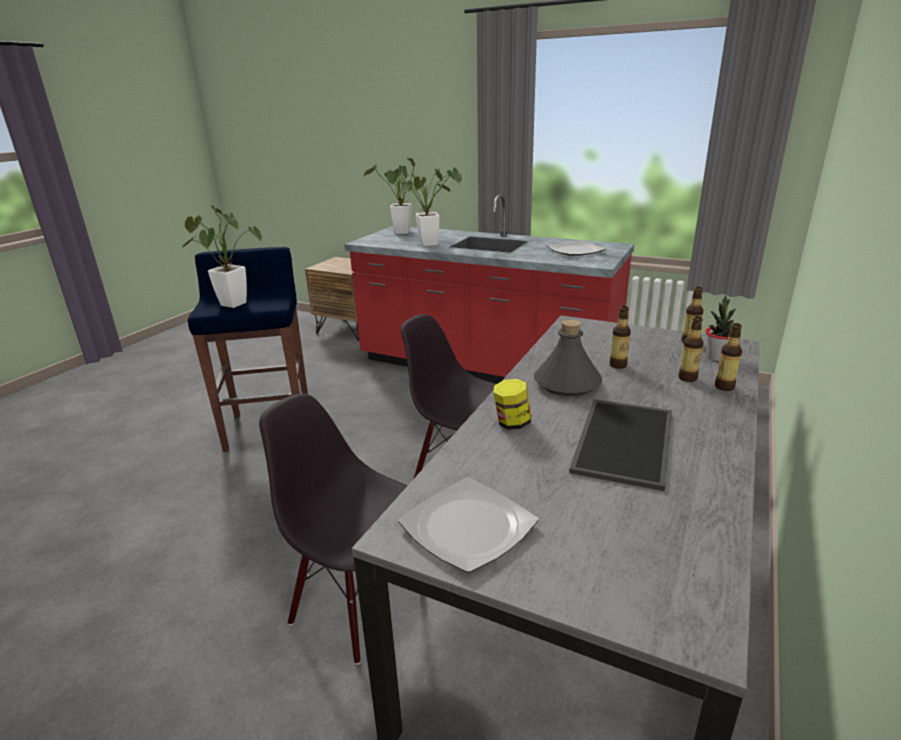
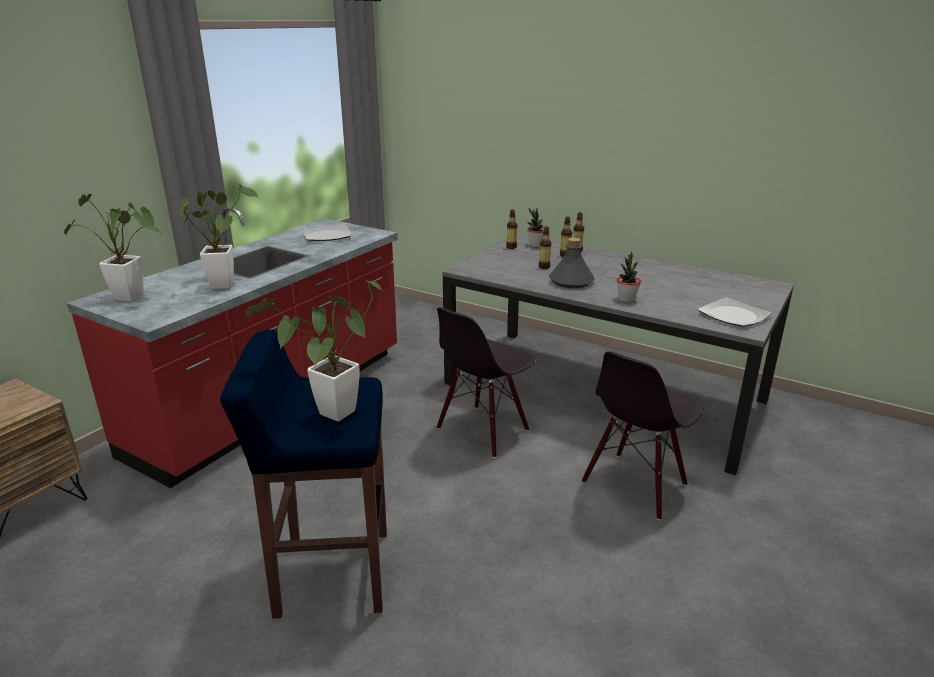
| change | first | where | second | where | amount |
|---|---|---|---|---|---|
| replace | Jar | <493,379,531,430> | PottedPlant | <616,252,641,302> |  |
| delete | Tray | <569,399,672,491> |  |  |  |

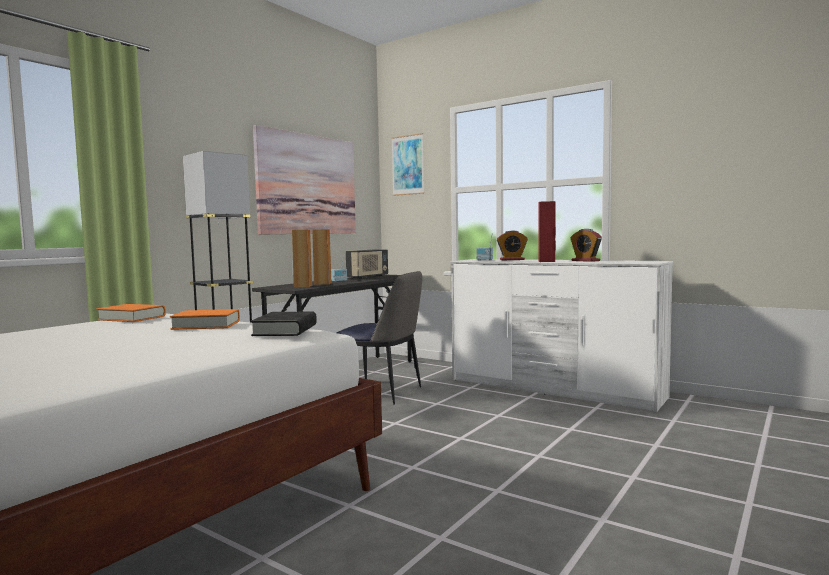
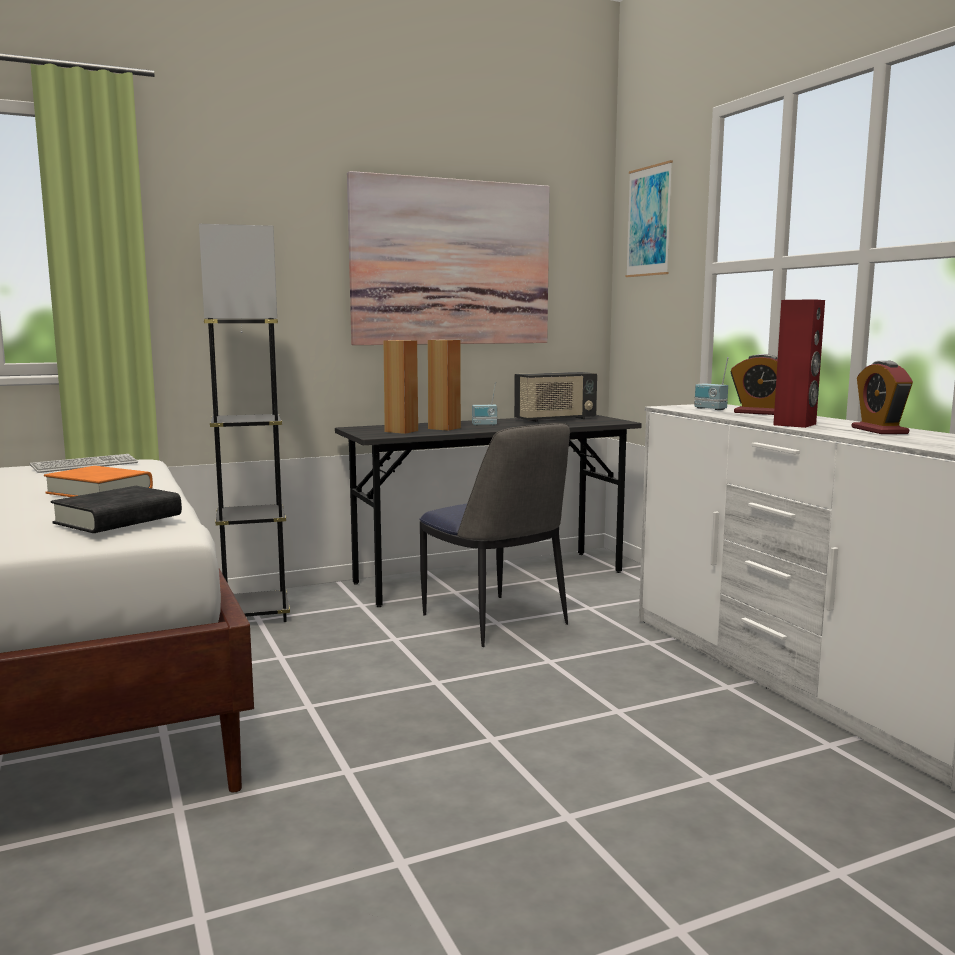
| change | first | where | second | where | amount |
|---|---|---|---|---|---|
| replace | OrangeBook | <97,304,166,322> | Keyboard | <30,454,138,473> |  |

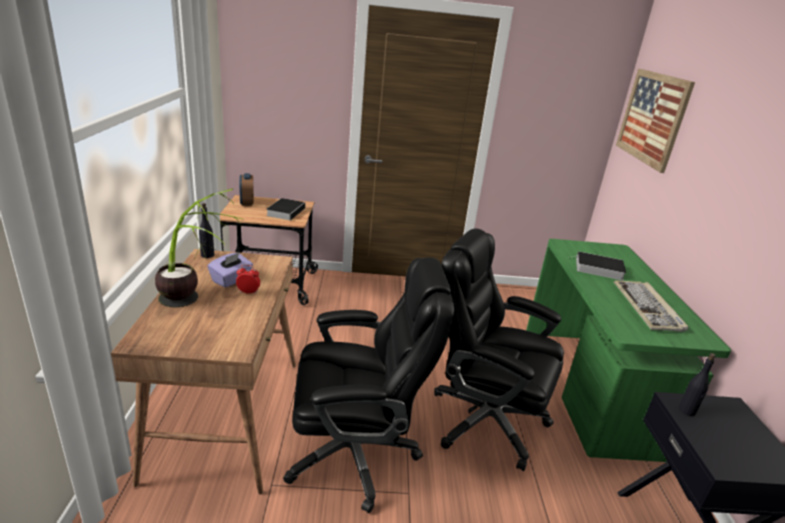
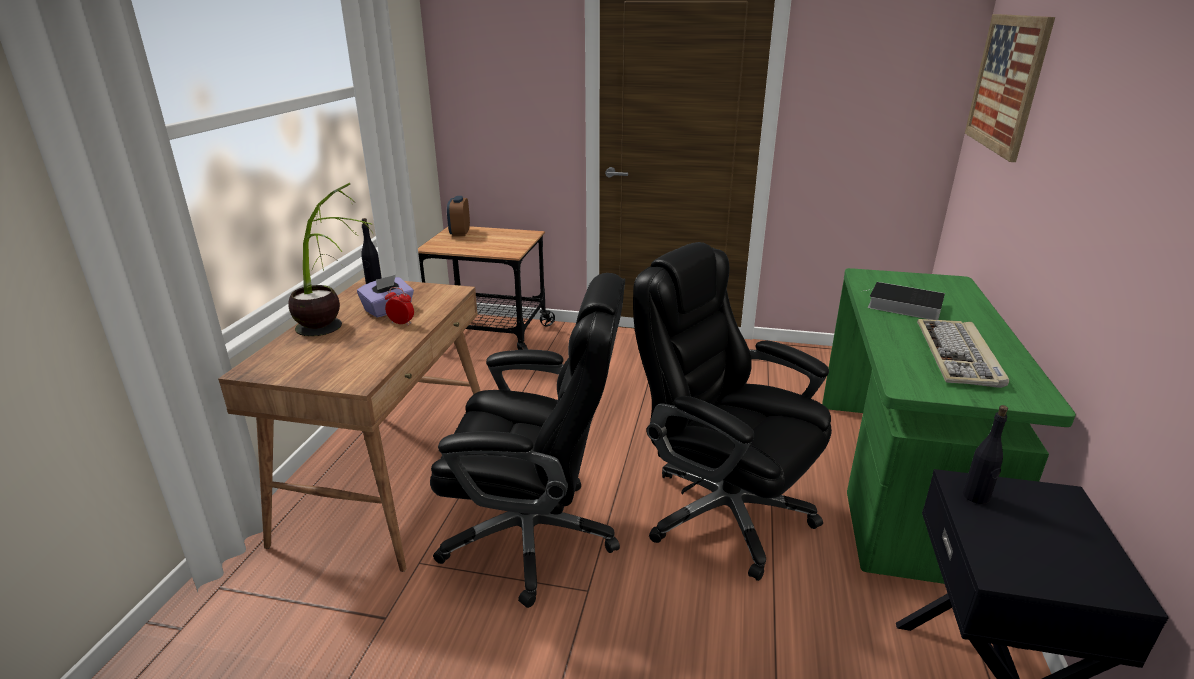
| change | first | where | second | where | amount |
|---|---|---|---|---|---|
| delete | Book | <266,198,305,220> |  |  |  |

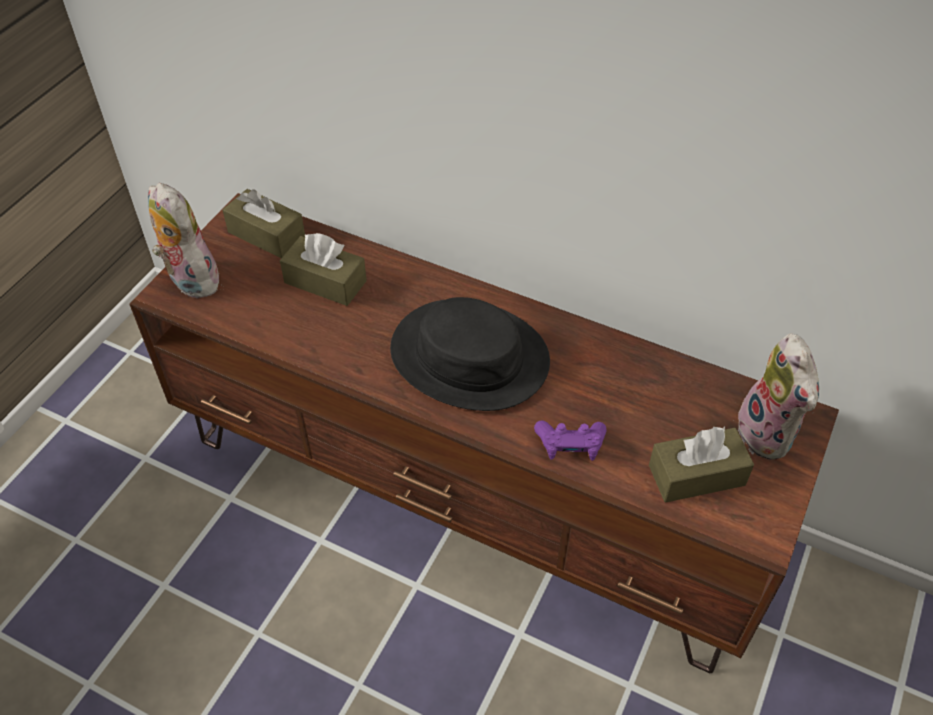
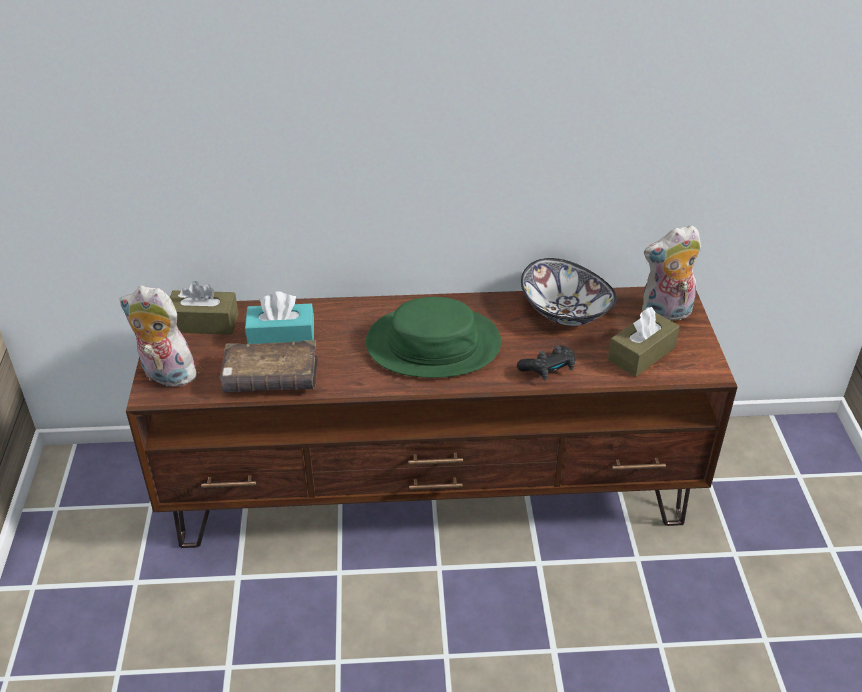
| change | first | where | second | where | amount |
|---|---|---|---|---|---|
| recolor | BrownTissueBox | <280,233,367,306> | TurquoiseTissueBox | <245,291,314,344> |  |
| recolor | BlackHat | <390,297,550,411> | GreenHat | <366,297,501,378> |  |
| rotate | PlushToy | <738,333,819,460> |  | <642,225,701,321> | 120 degrees clockwise |
| recolor | PurpleGameController | <534,420,607,461> | BlackGameController | <517,345,575,381> |  |
| insert |  |  | Bowl | <521,258,617,326> |  |
| insert |  |  | BrownBook | <220,340,318,393> |  |

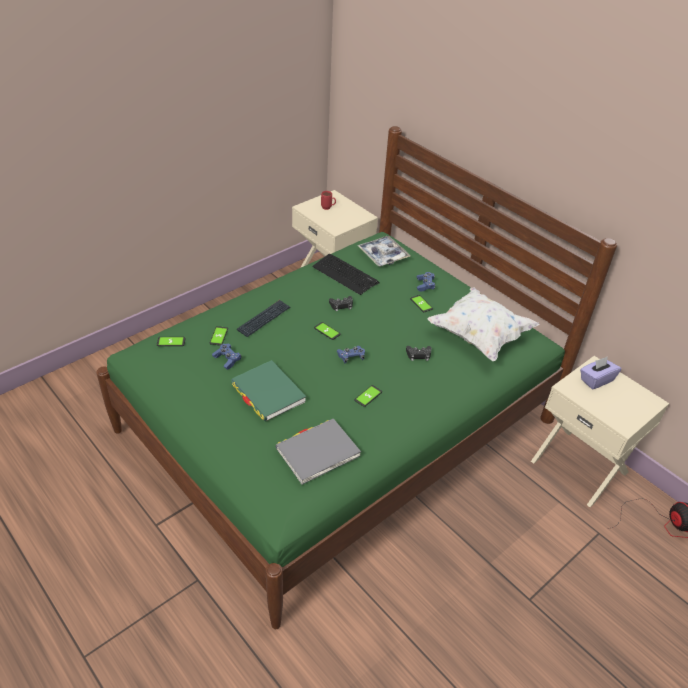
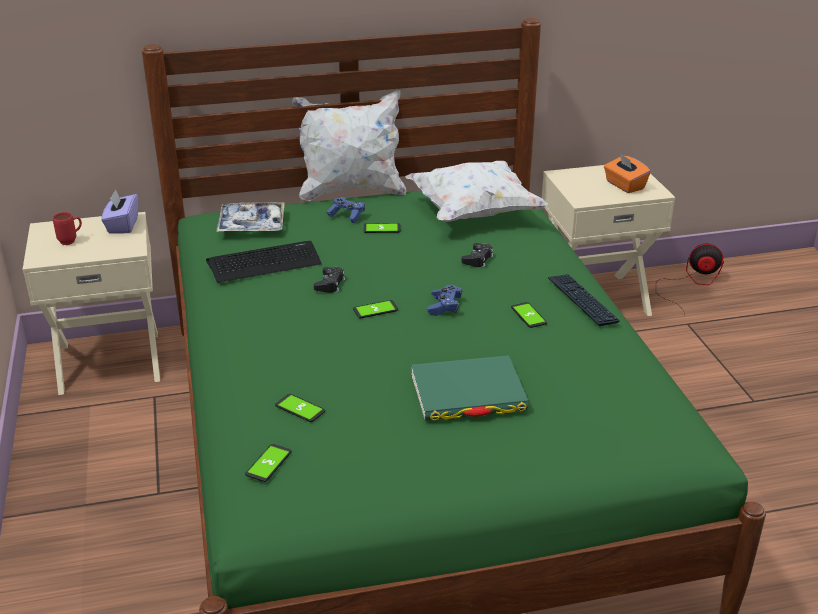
| change | first | where | second | where | amount |
|---|---|---|---|---|---|
| move | Keyboard | <237,300,290,337> |  | <548,274,620,326> |  |
| delete | BlueGameController | <212,343,242,370> |  |  |  |
| move | PurpleTissueBox | <580,356,621,389> |  | <101,189,138,234> |  |
| delete | GreyBook | <276,419,361,485> |  |  |  |
| insert |  |  | WhitePillow | <292,90,406,201> |  |
| insert |  |  | OrangeTissueBox | <604,154,651,193> |  |

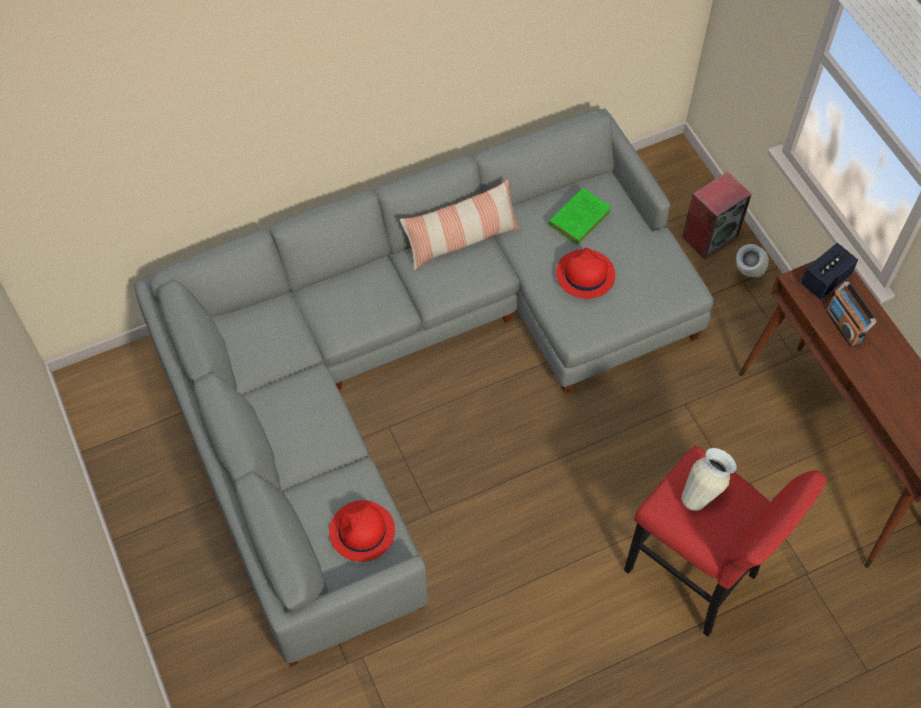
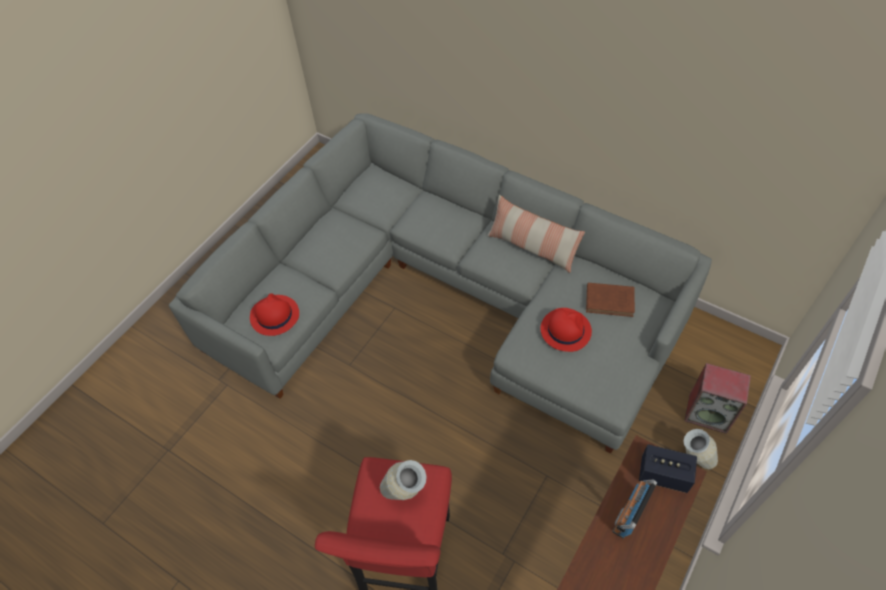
| change | first | where | second | where | amount |
|---|---|---|---|---|---|
| recolor | GreenBook | <548,188,612,245> | BrownBook | <586,283,635,317> |  |

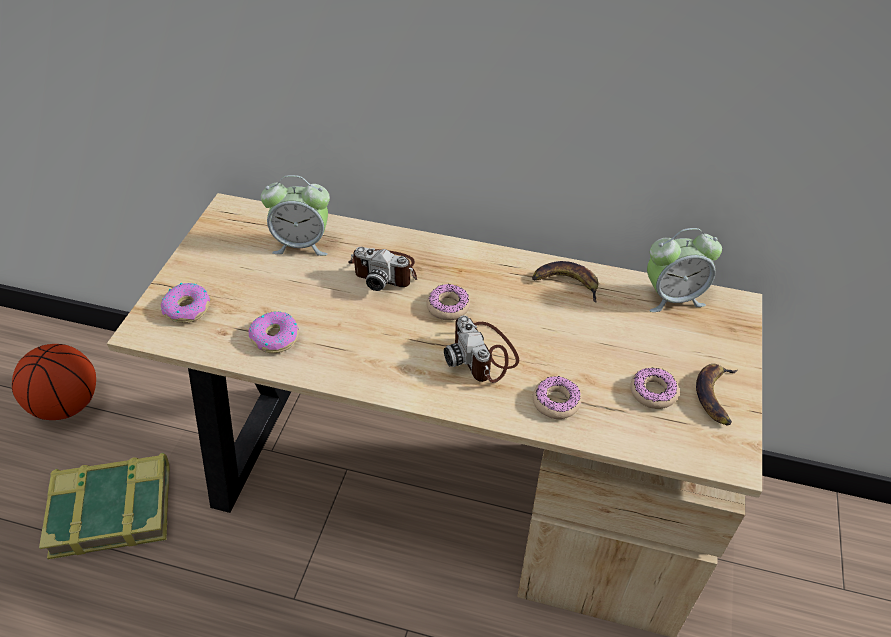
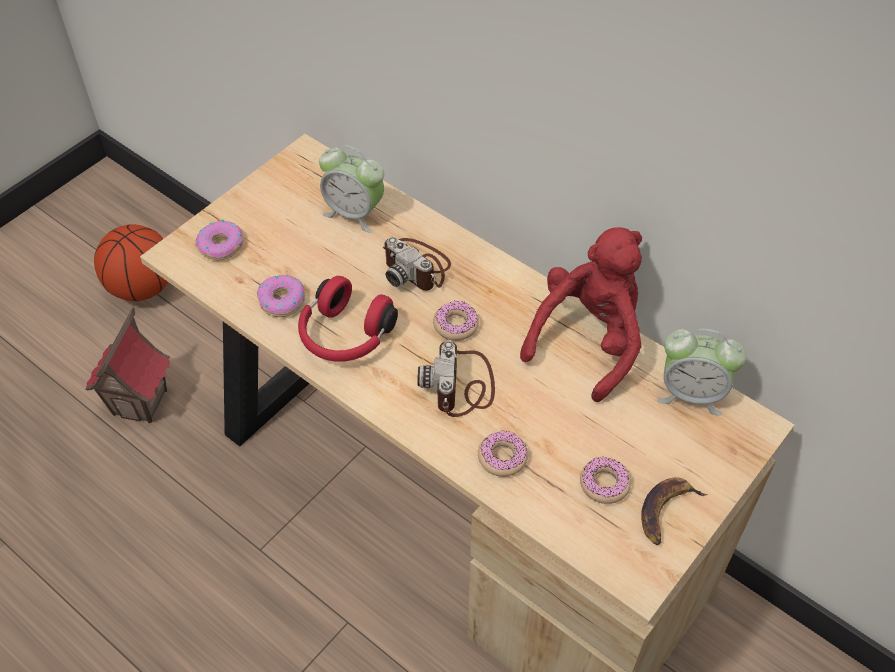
| change | first | where | second | where | amount |
|---|---|---|---|---|---|
| replace | Banana | <532,261,598,302> | RedPlushToy | <520,227,642,402> |  |
| replace | Book | <39,453,170,559> | ToyHouse | <85,307,170,423> |  |
| insert |  |  | RedHeadphones | <298,276,398,362> |  |

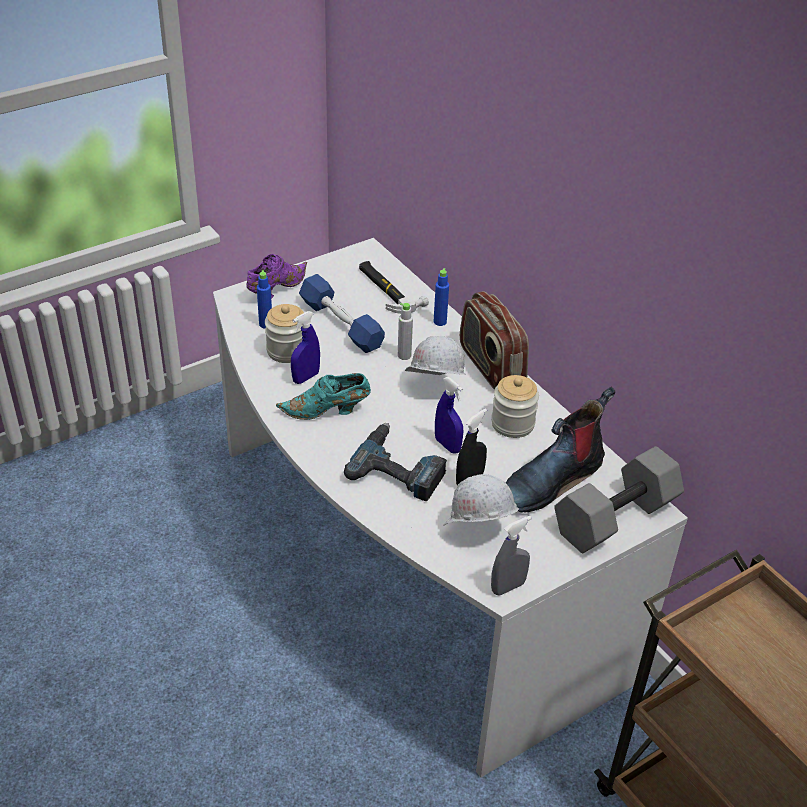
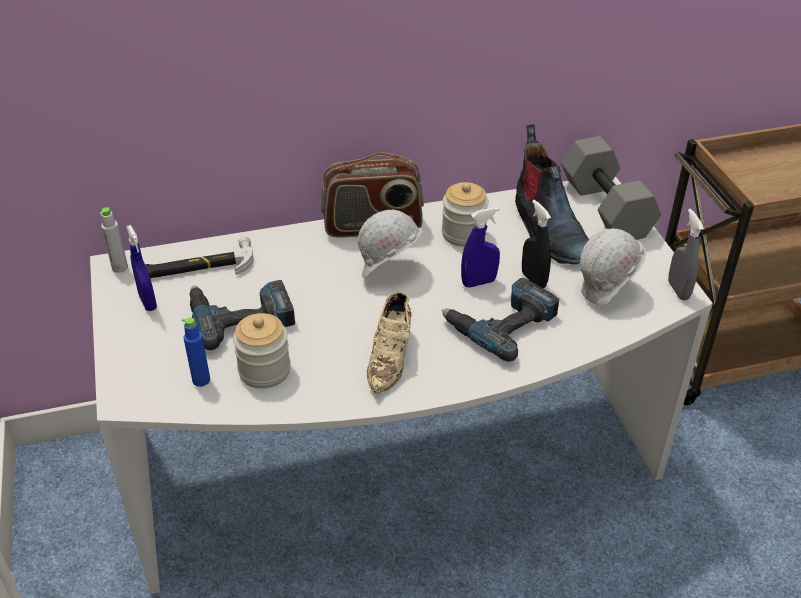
| change | first | where | second | where | amount |
|---|---|---|---|---|---|
| delete | PurpleShoe | <246,254,307,299> |  |  |  |
| delete | BlueBottle | <433,268,449,326> |  |  |  |
| replace | BlueDumbbell | <299,274,385,353> | PowerDrill | <190,280,295,350> |  |
| move | GreyBottle | <398,303,413,360> |  | <100,207,128,273> |  |
| move | BlueSprayBottle | <291,311,320,384> |  | <126,225,157,311> |  |
| recolor | TurquoiseShoe | <276,373,371,420> | BeigeShoe | <366,291,412,393> |  |

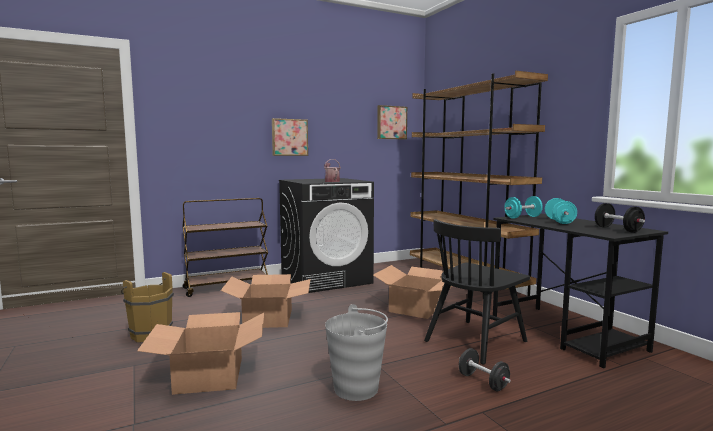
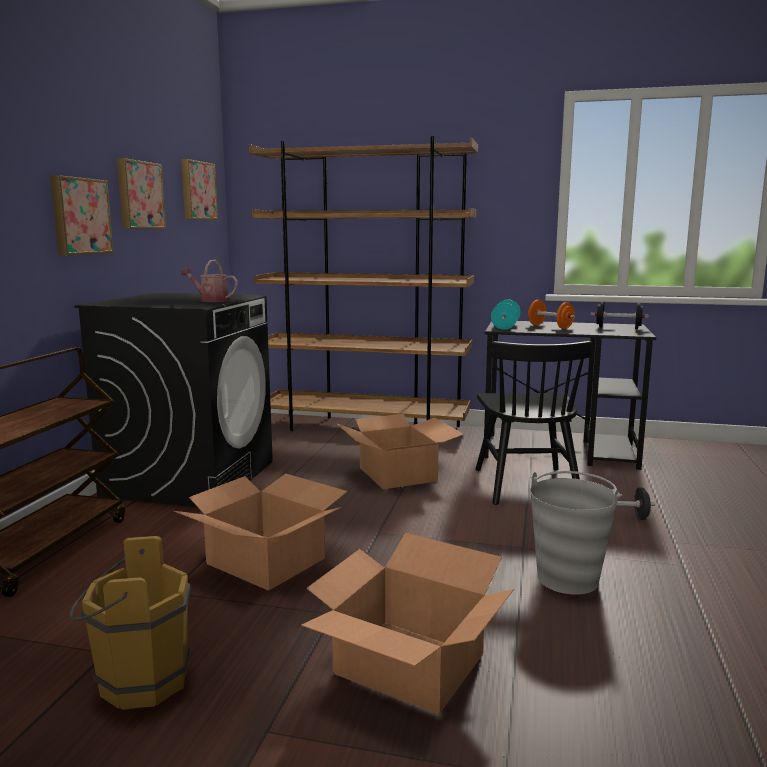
| change | first | where | second | where | amount |
|---|---|---|---|---|---|
| recolor | TurquoiseDumbbell | <545,198,577,224> | OrangeDumbbell | <528,300,575,329> |  |
| insert |  |  | Picture | <117,158,166,229> |  |

